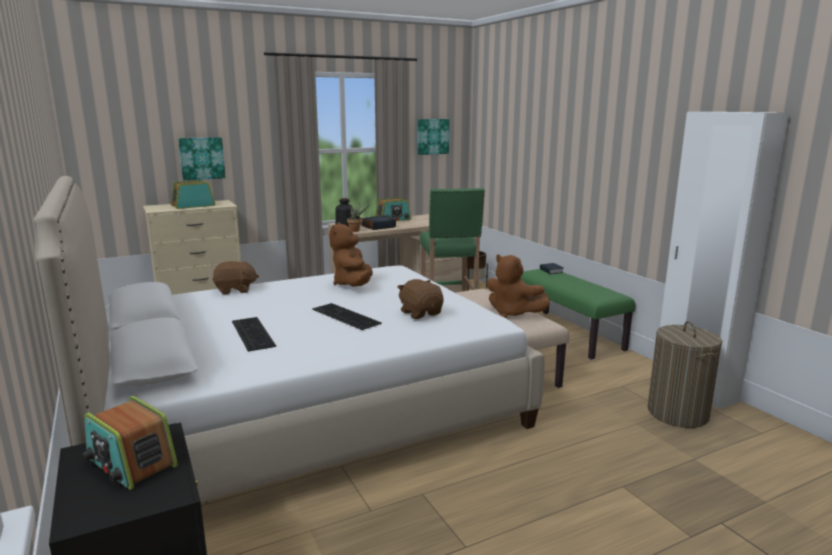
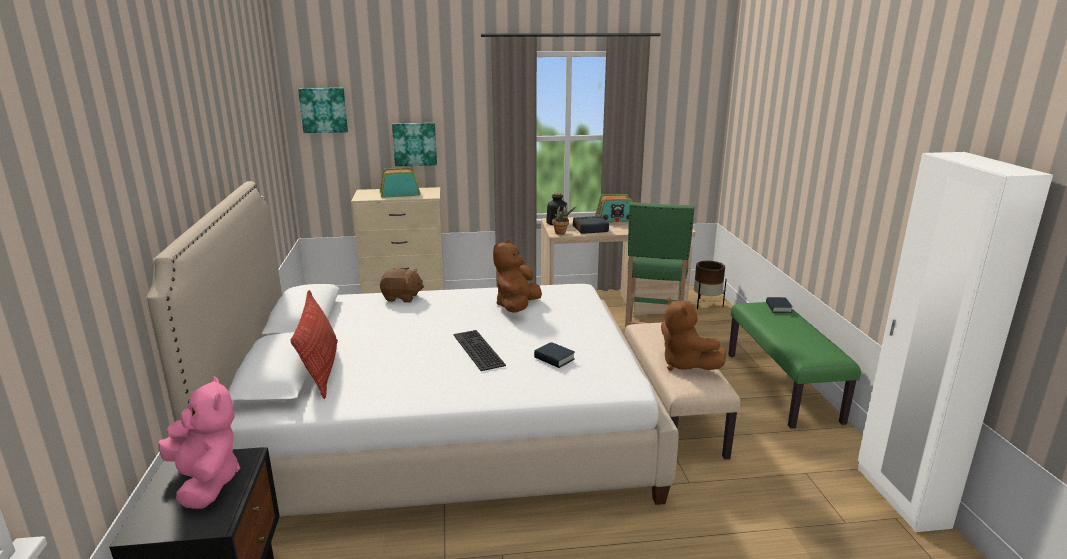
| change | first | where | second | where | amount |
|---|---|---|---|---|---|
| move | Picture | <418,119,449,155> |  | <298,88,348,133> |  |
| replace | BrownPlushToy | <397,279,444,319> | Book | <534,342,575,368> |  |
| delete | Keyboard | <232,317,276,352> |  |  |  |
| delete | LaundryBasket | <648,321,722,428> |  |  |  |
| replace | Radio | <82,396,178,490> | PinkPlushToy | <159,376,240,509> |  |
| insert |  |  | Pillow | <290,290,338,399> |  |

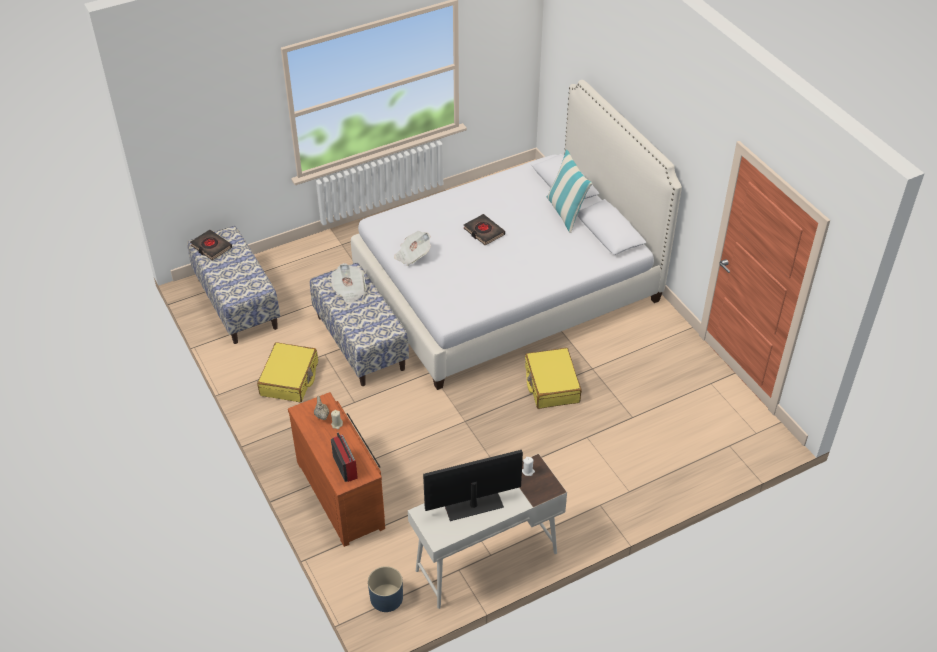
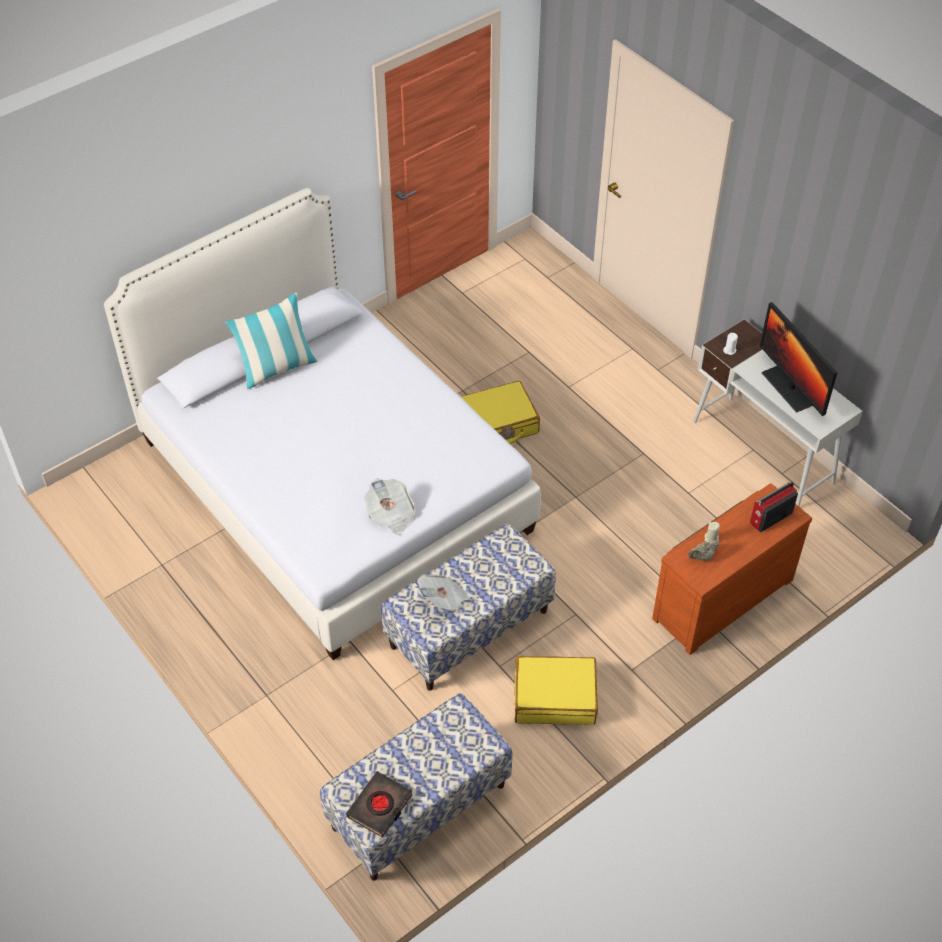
| change | first | where | second | where | amount |
|---|---|---|---|---|---|
| delete | BlackBook | <464,214,505,245> |  |  |  |
| delete | BluePlanter | <368,566,403,612> |  |  |  |

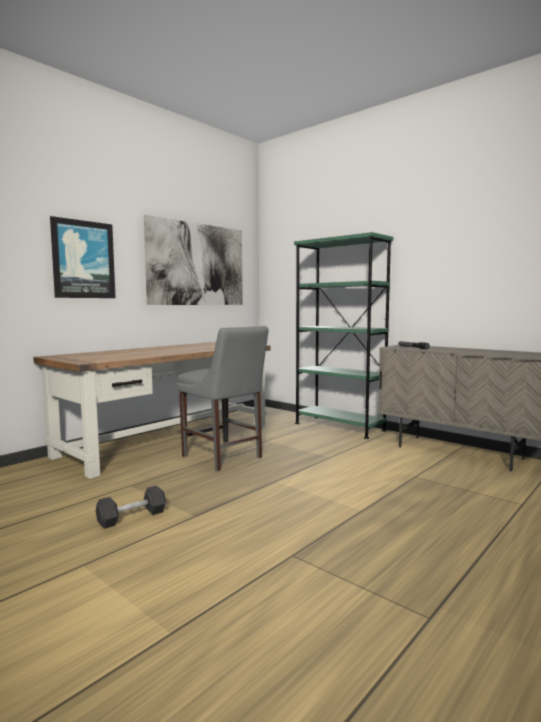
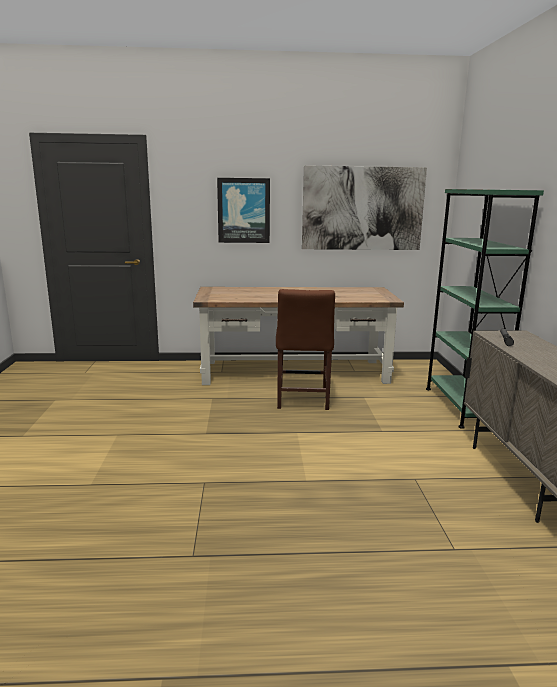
| change | first | where | second | where | amount |
|---|---|---|---|---|---|
| recolor | GreyChair | <177,326,269,471> | BrownChair | <276,289,335,410> |  |
| delete | BlackDumbbell | <96,485,166,529> |  |  |  |

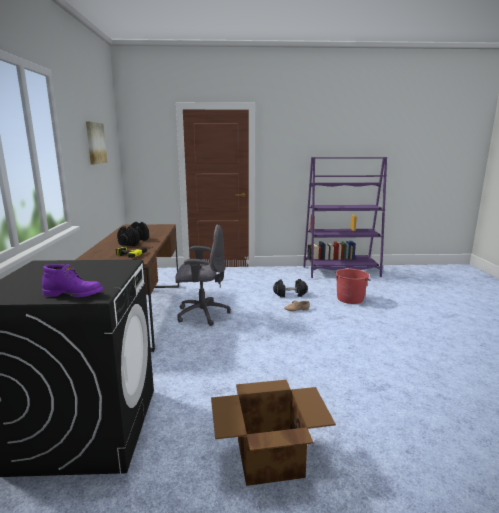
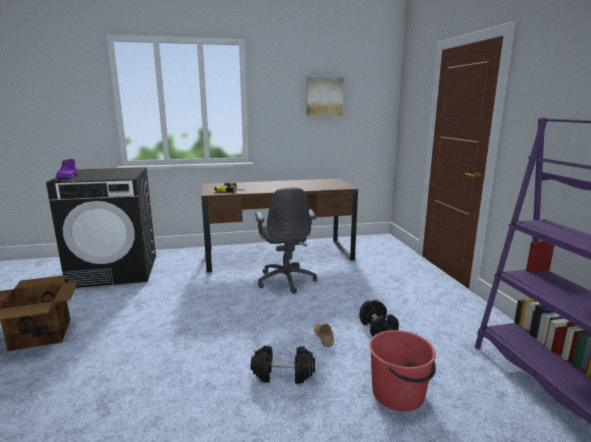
| change | first | where | second | where | amount |
|---|---|---|---|---|---|
| move | BlackDumbbell | <117,222,149,246> |  | <251,345,315,384> |  |

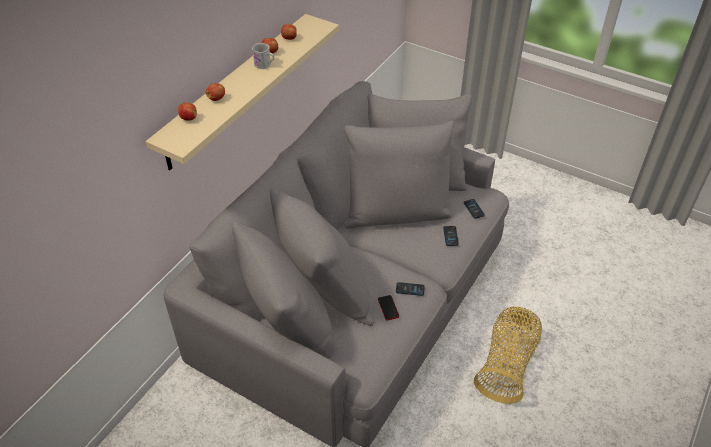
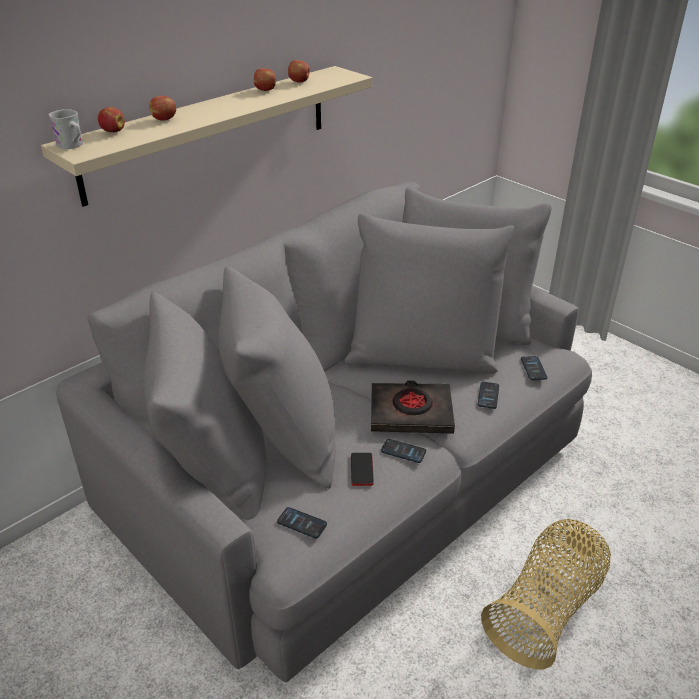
| change | first | where | second | where | amount |
|---|---|---|---|---|---|
| move | WhiteMug | <252,43,274,69> |  | <48,109,83,149> |  |
| insert |  |  | BlackBook | <371,380,455,434> |  |
| insert |  |  | Phone | <277,507,327,538> |  |

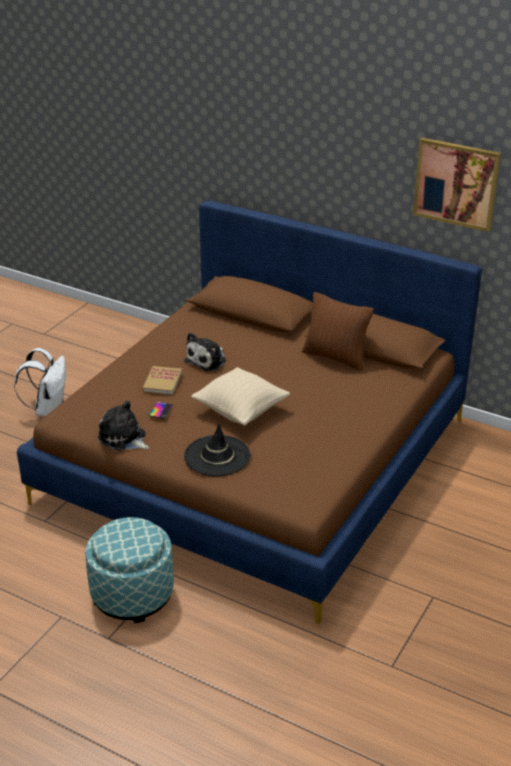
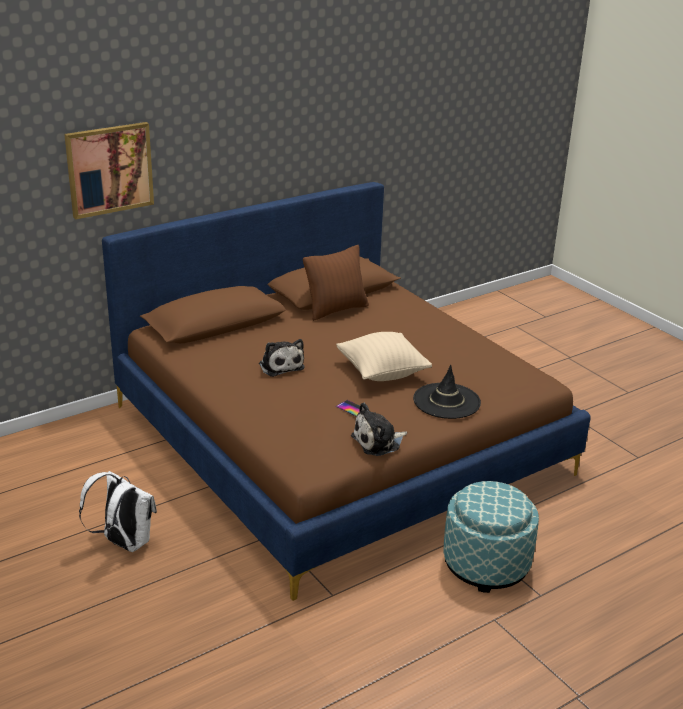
| change | first | where | second | where | amount |
|---|---|---|---|---|---|
| move | Picture | <413,138,501,232> |  | <64,122,154,219> |  |
| delete | Book | <143,366,182,395> |  |  |  |

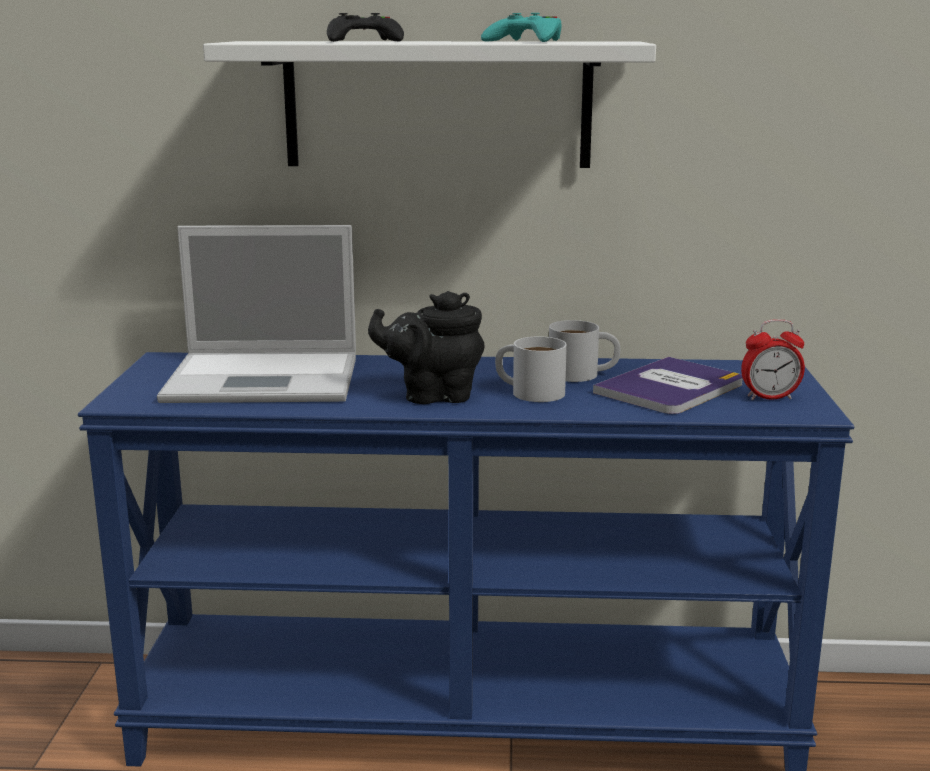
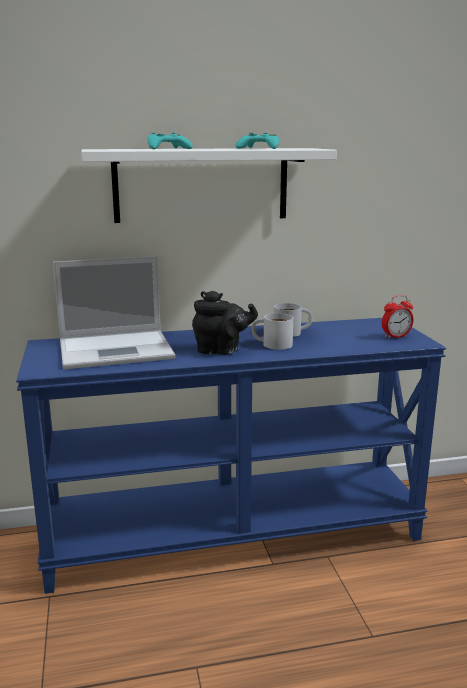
| change | first | where | second | where | amount |
|---|---|---|---|---|---|
| recolor | BlackGameController | <327,13,404,42> | TurquoiseGameController | <148,133,193,149> |  |
| rotate | BlackTeapot | <368,291,485,404> |  | <192,291,258,355> | 150 degrees counterclockwise |
| delete | Book | <593,357,743,414> |  |  |  |

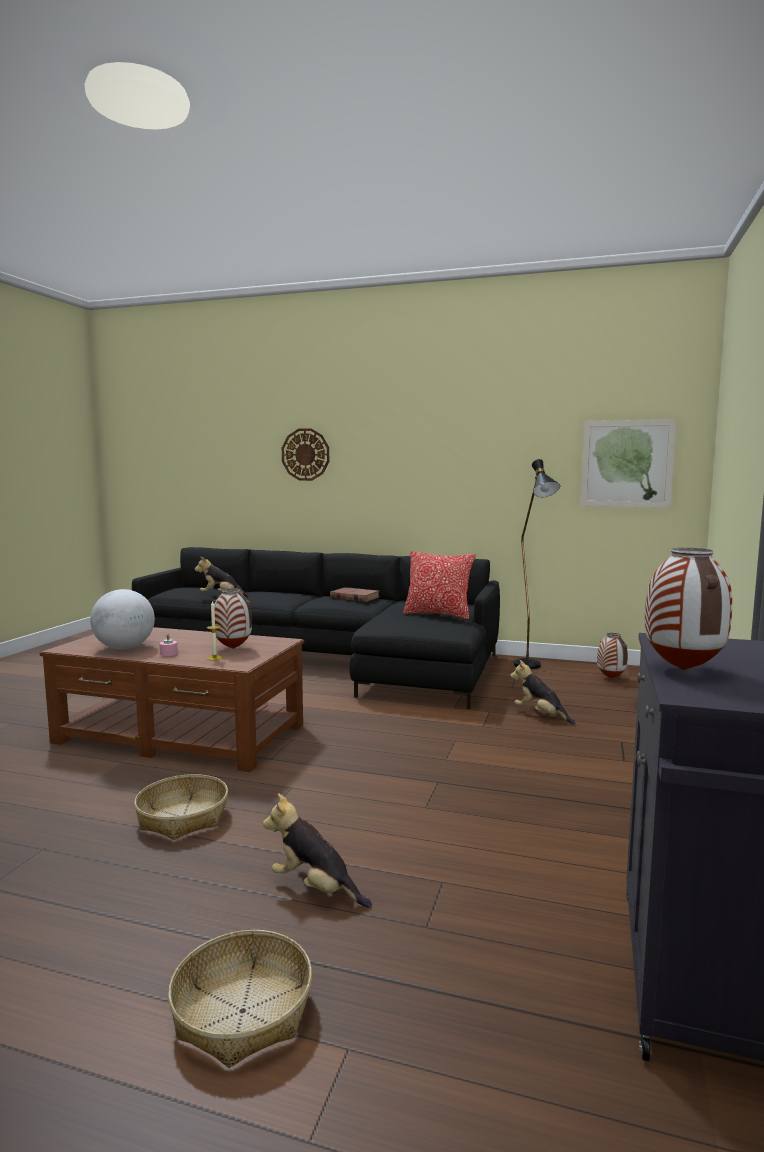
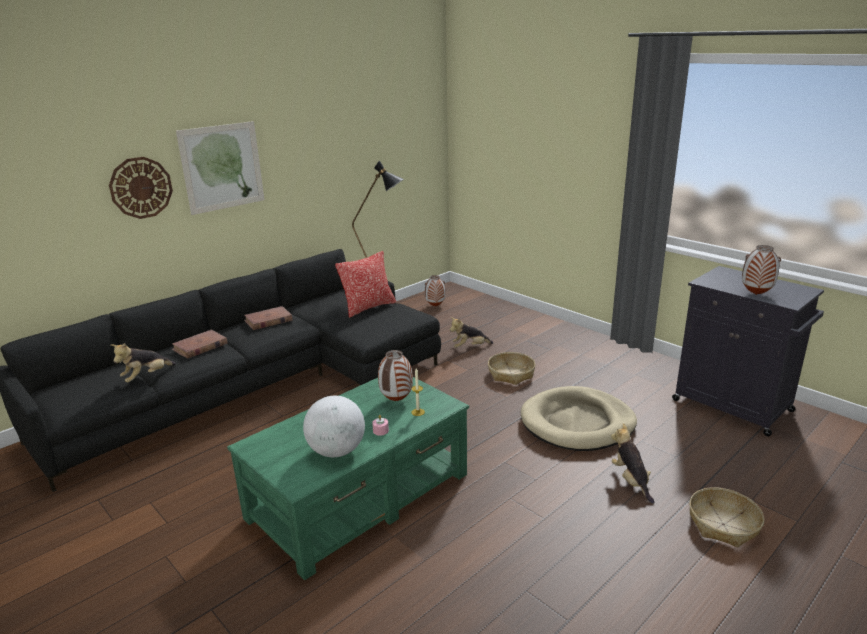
| change | first | where | second | where | amount |
|---|---|---|---|---|---|
| move | Picture | <580,419,677,508> |  | <176,121,264,215> |  |
| recolor | BrownCoffeeTable | <40,627,304,772> | GreenCoffeeTable | <227,377,469,580> |  |
| move | Basket | <134,774,228,840> |  | <488,352,535,385> |  |
| rotate | PlushToy | <263,793,372,908> |  | <611,423,654,504> | 105 degrees clockwise |
| insert |  |  | BrownBook | <172,329,228,359> |  |
| insert |  |  | BeigeDogBed | <521,386,637,451> |  |

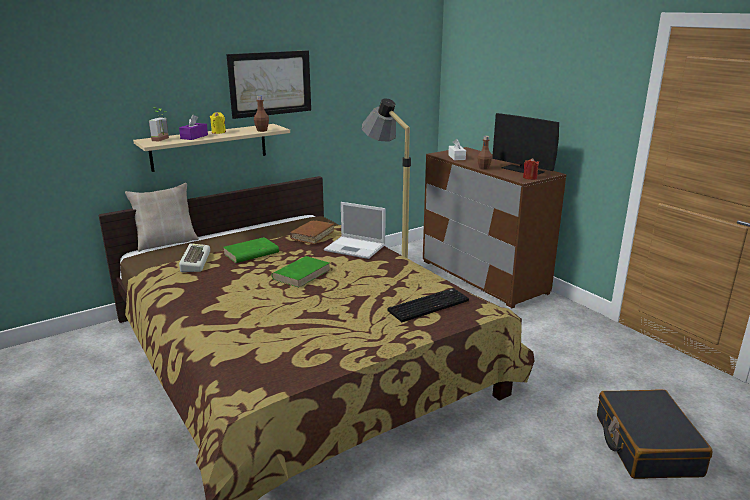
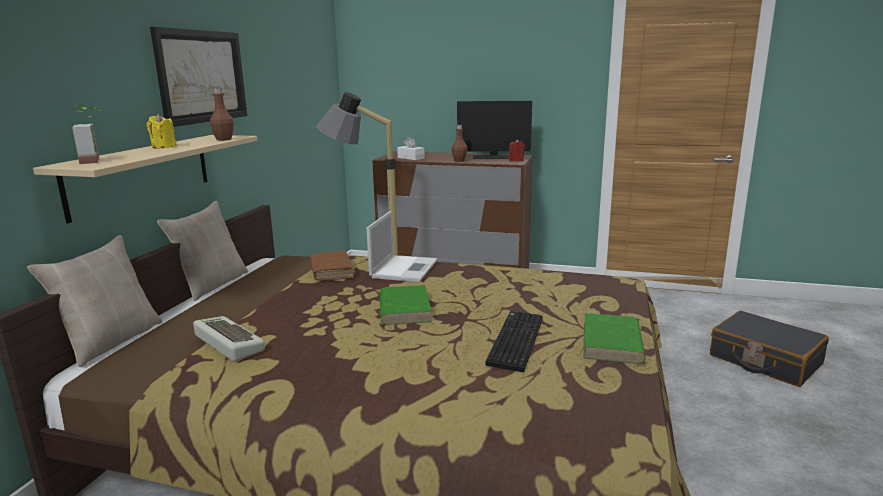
| change | first | where | second | where | amount |
|---|---|---|---|---|---|
| delete | PurpleTissueBox | <179,115,208,140> |  |  |  |
| rotate | Laptop | <324,202,386,259> |  | <366,211,437,282> | 60 degrees counterclockwise |
| move | GreenBook | <223,237,279,263> |  | <584,313,646,364> |  |
| move | Keyboard | <388,288,469,322> |  | <485,311,543,372> |  |
| insert |  |  | BeigePillow | <157,201,248,301> |  |

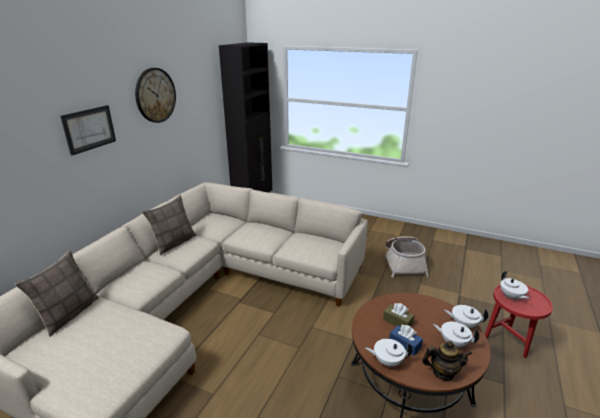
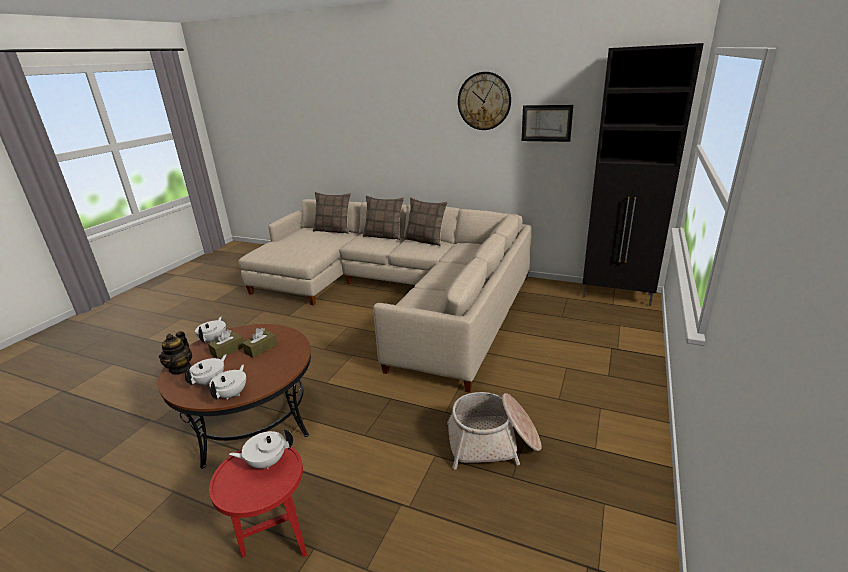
| change | first | where | second | where | amount |
|---|---|---|---|---|---|
| move | Picture | <60,105,116,156> |  | <522,105,573,142> |  |
| recolor | BlueTissueBox | <389,325,423,356> | BrownTissueBox | <208,329,243,359> |  |
| insert |  |  | Pillow | <363,195,404,240> |  |

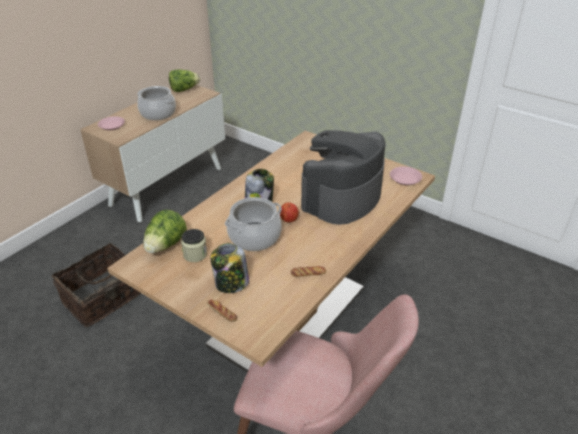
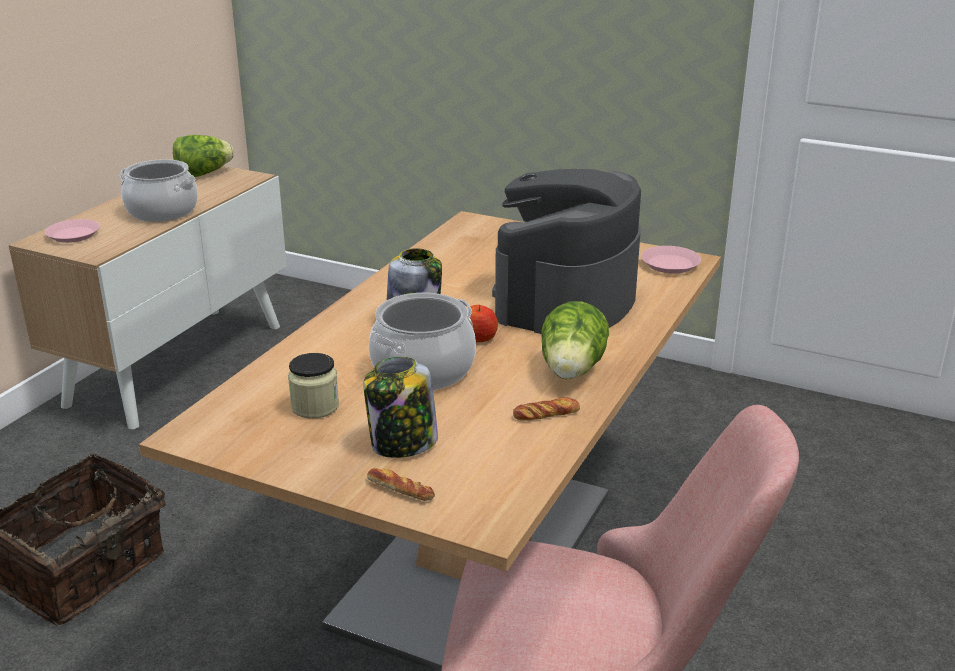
| change | first | where | second | where | amount |
|---|---|---|---|---|---|
| move | Lettuce | <143,210,187,253> |  | <541,301,609,380> |  |

